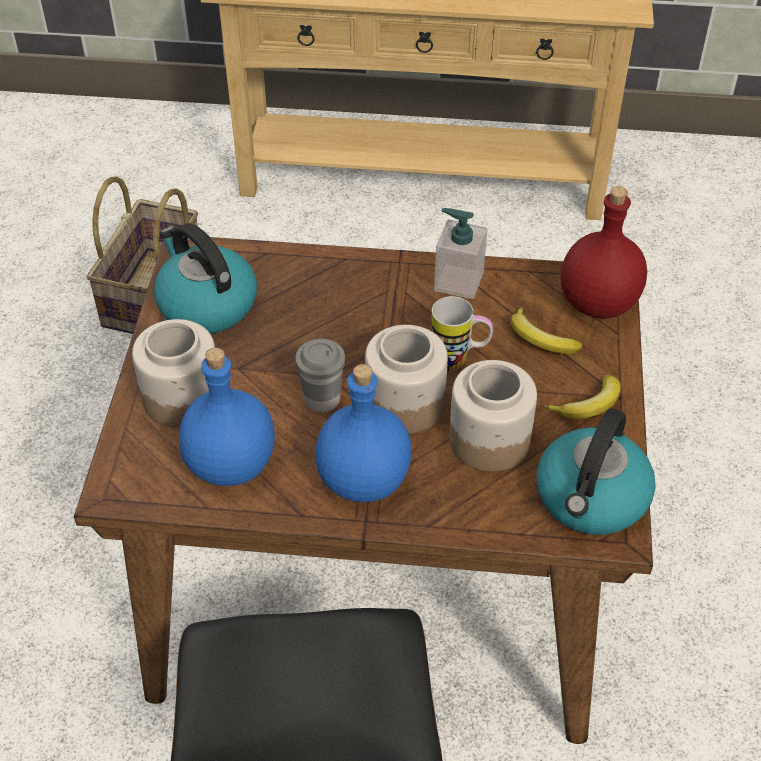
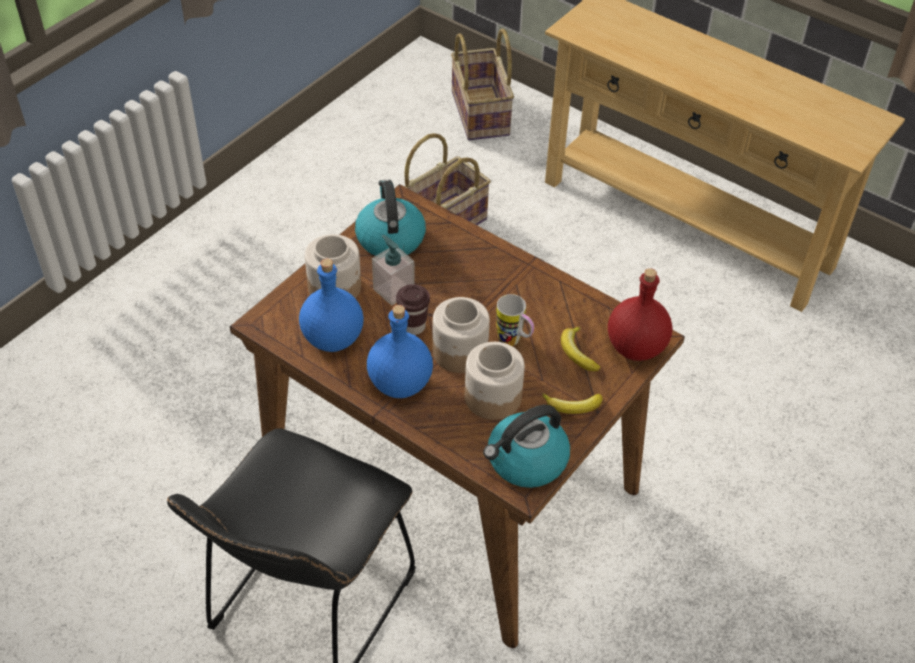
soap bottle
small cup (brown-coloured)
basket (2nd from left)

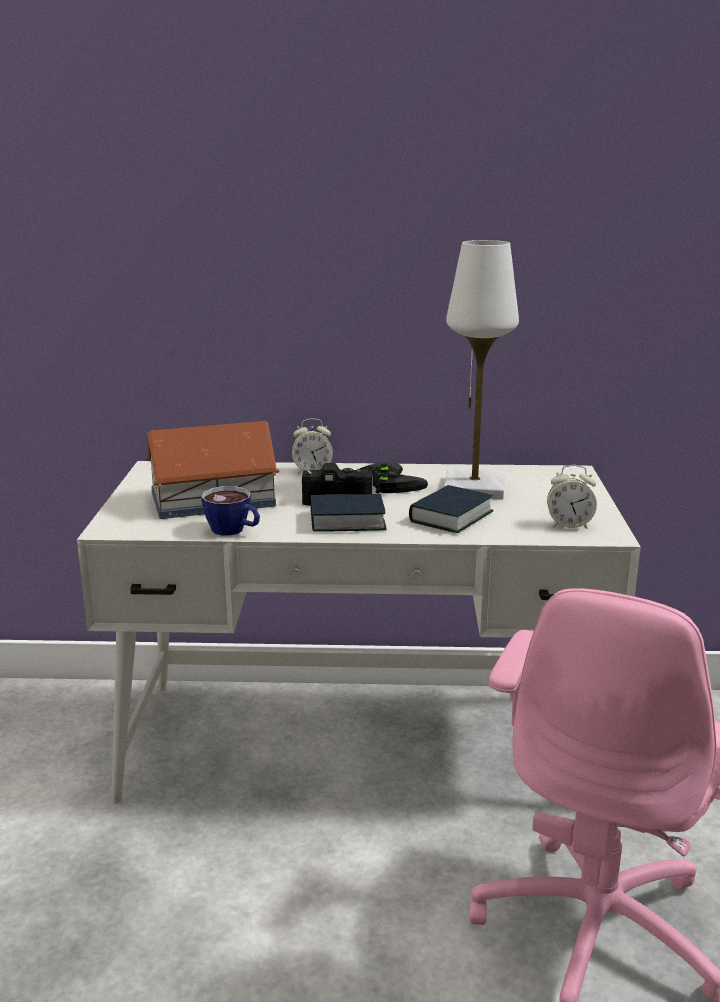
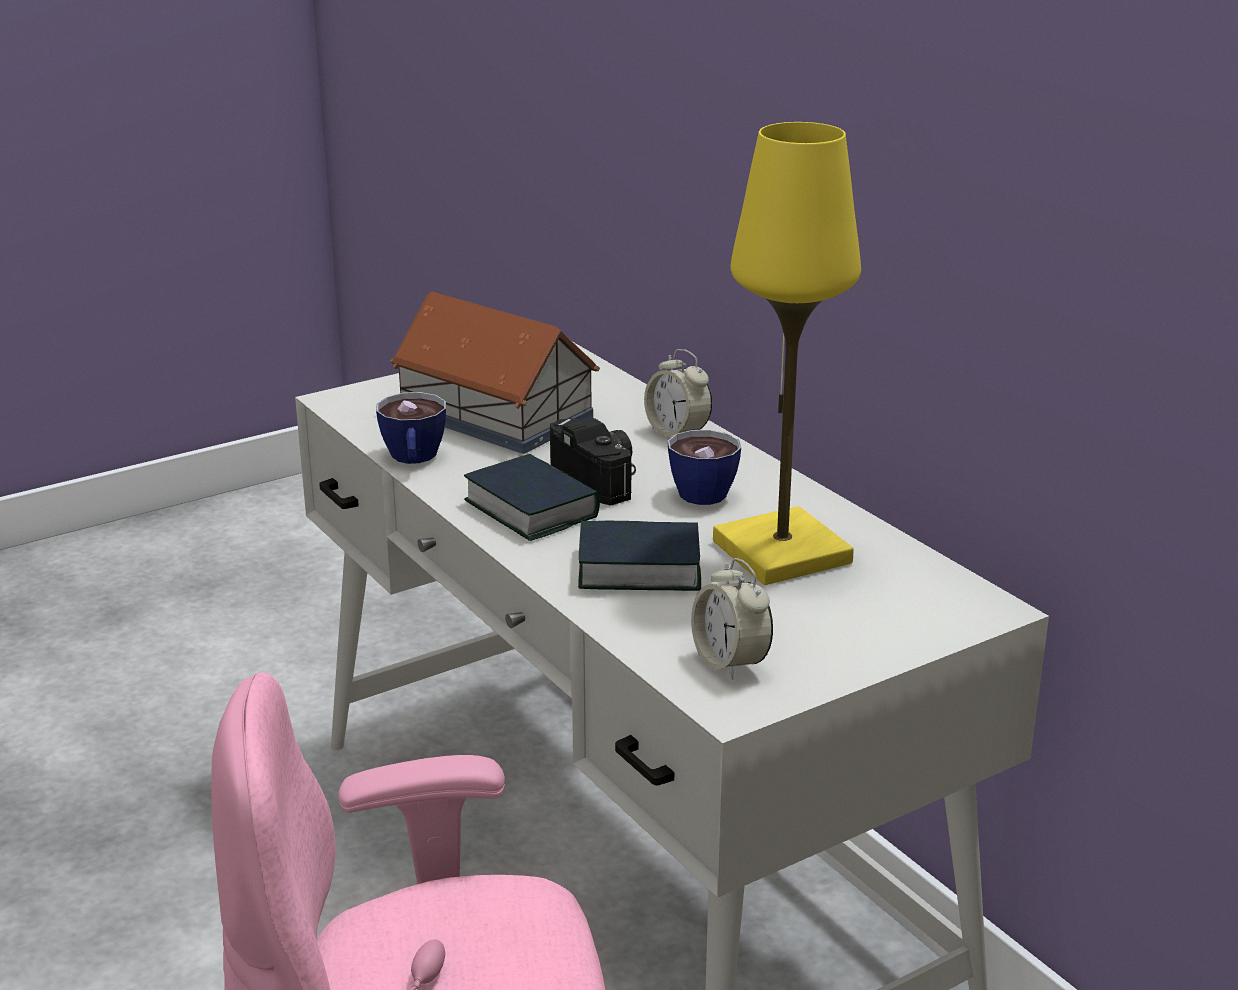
tabletop lamp (yellow-coloured)
small cup (2nd from left)

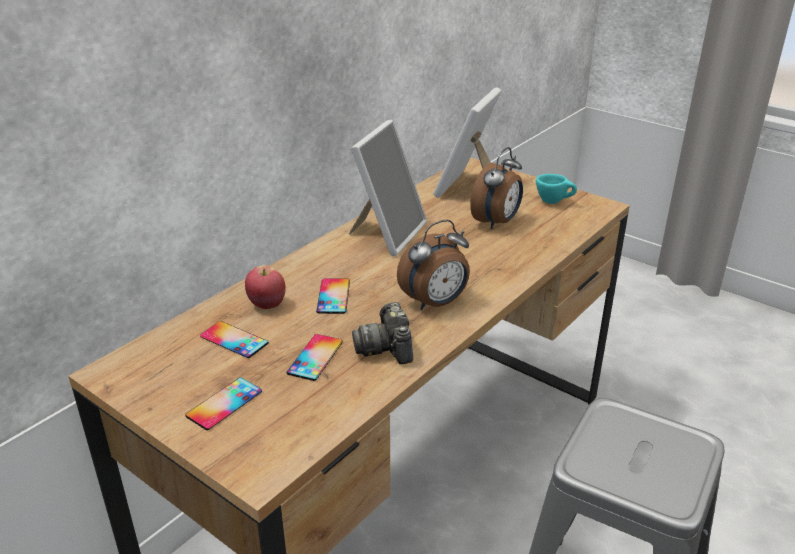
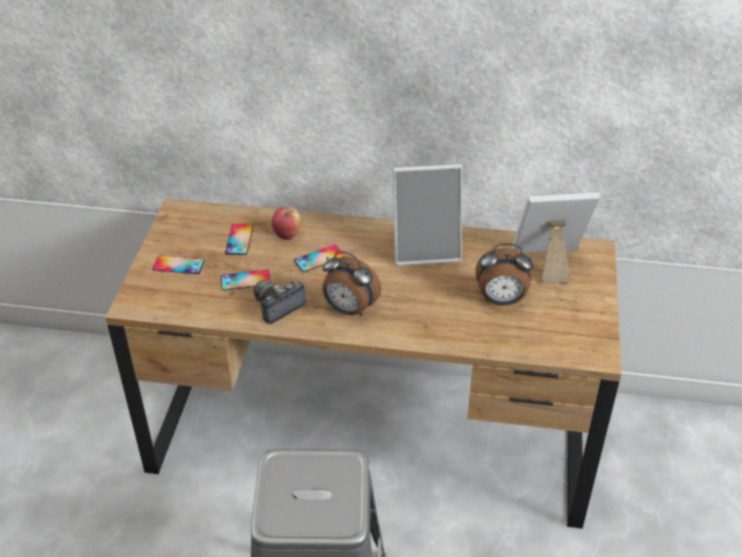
small cup (turquoise-coloured)

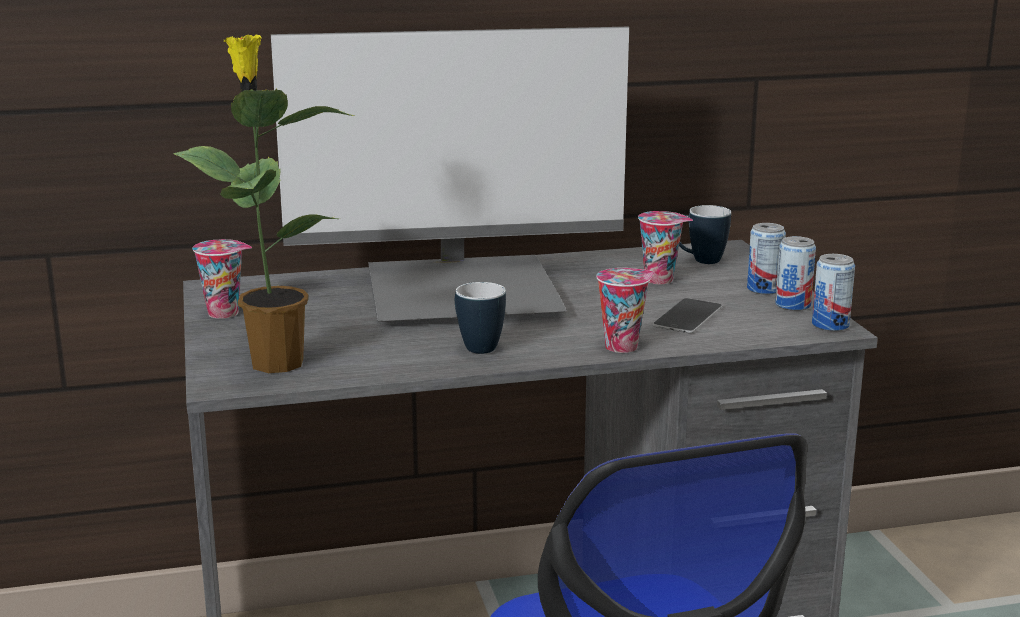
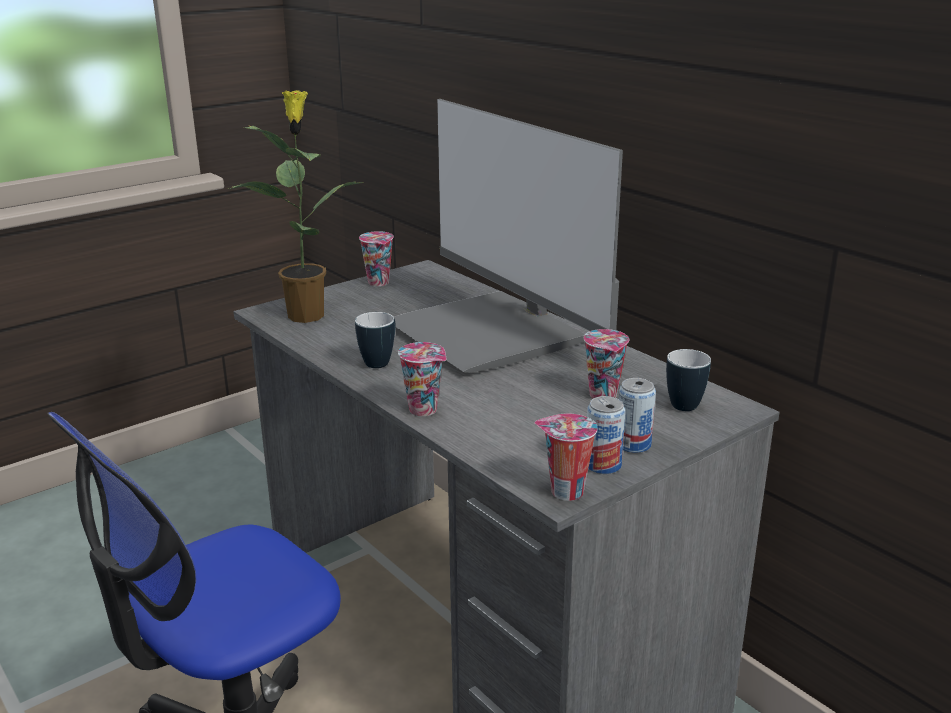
small cup (3rd from left)
phone

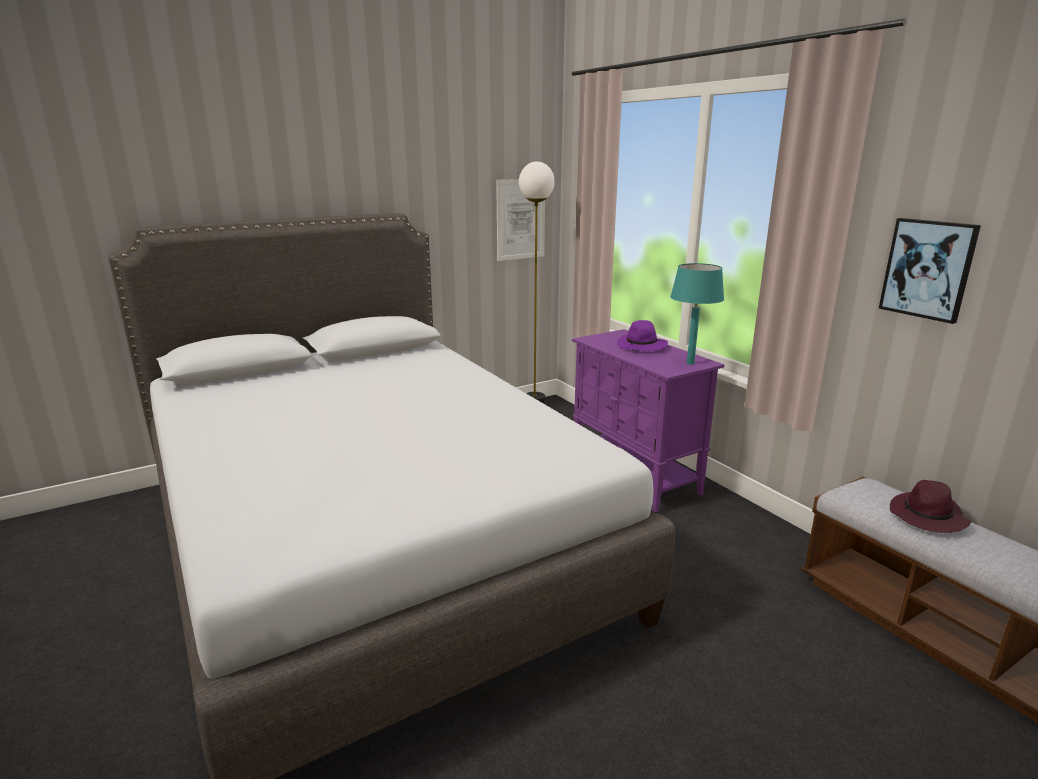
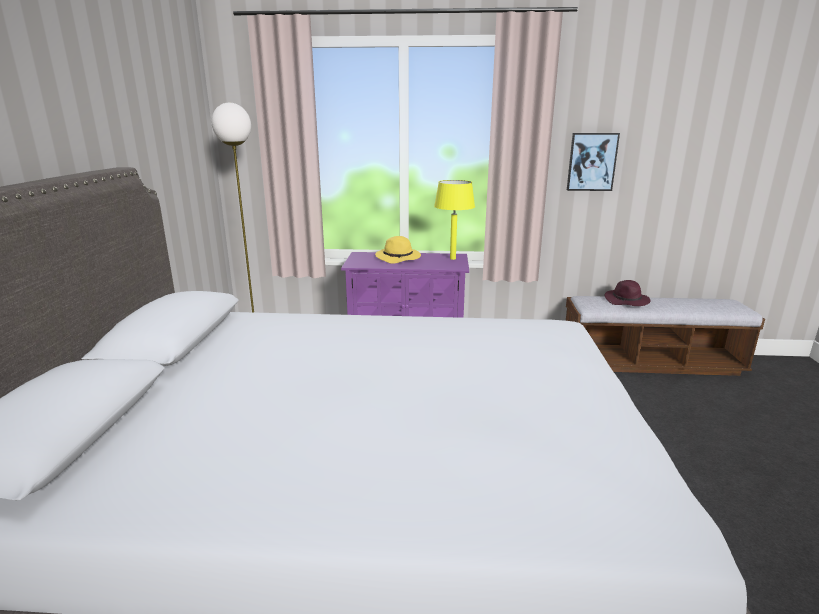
picture (1st from left in the first image)
tabletop lamp (yellow-coloured)
wearable hat (yellow-coloured)

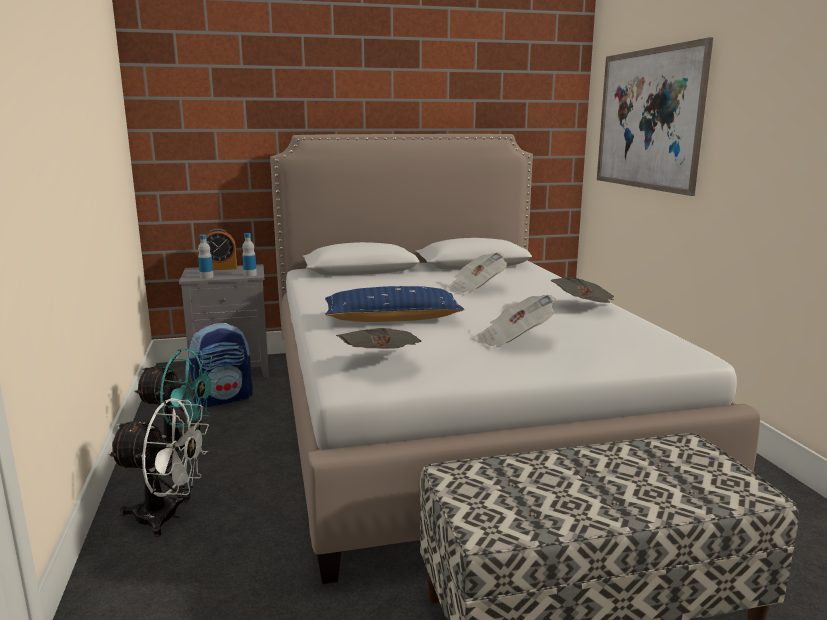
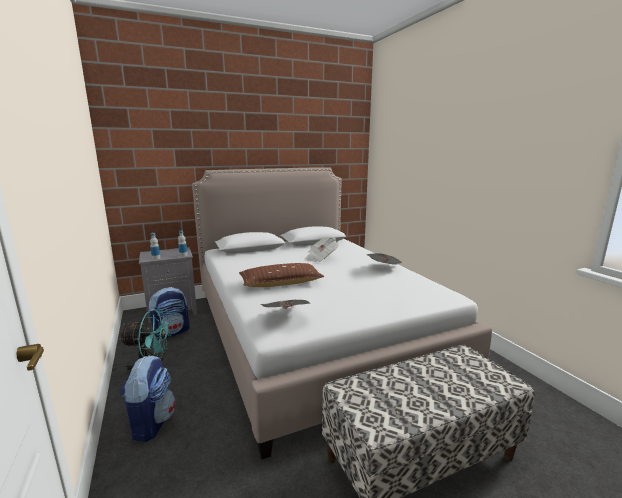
picture
table clock
cushion (brown-coloured)
newspaper (3rd from left in the first image)
knapsack (1st from left)

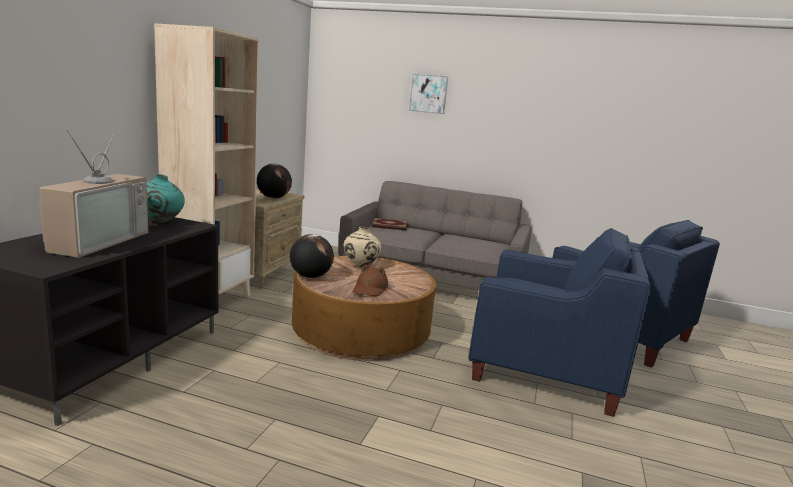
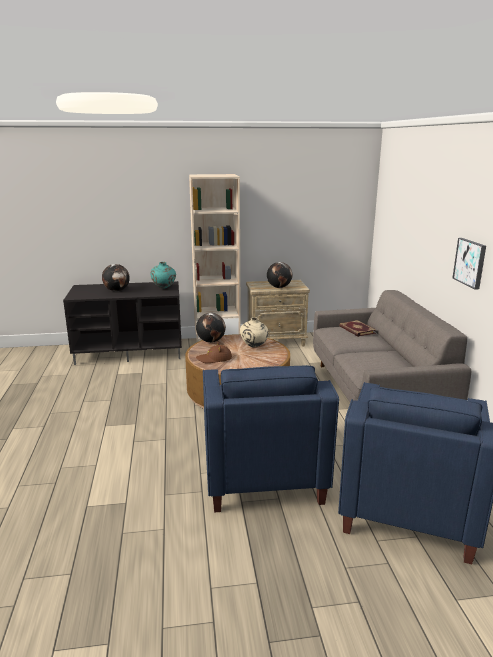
picture
world globe (1st from left)

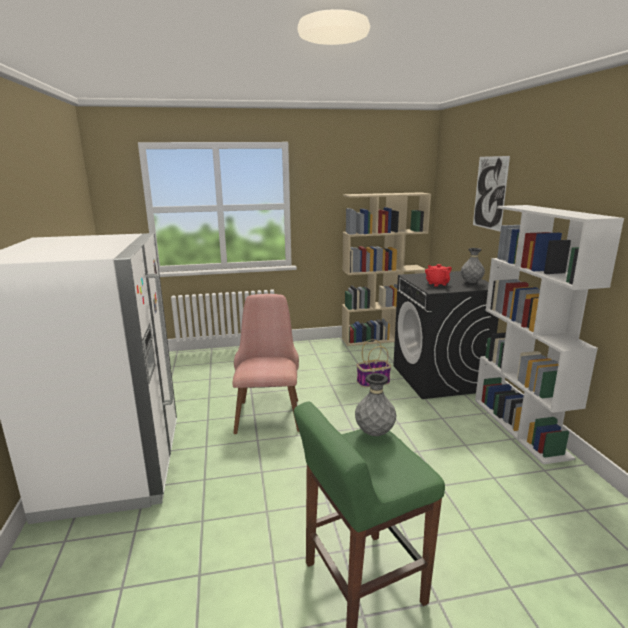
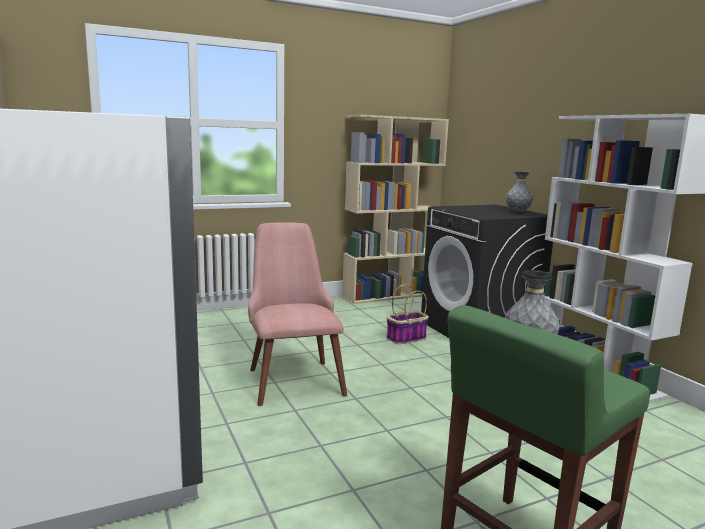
picture
teapot (red)

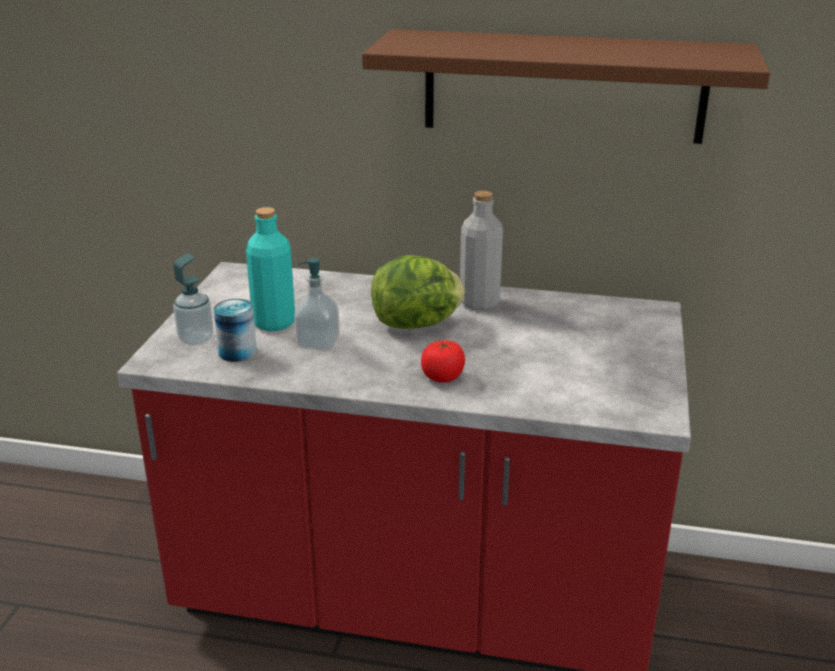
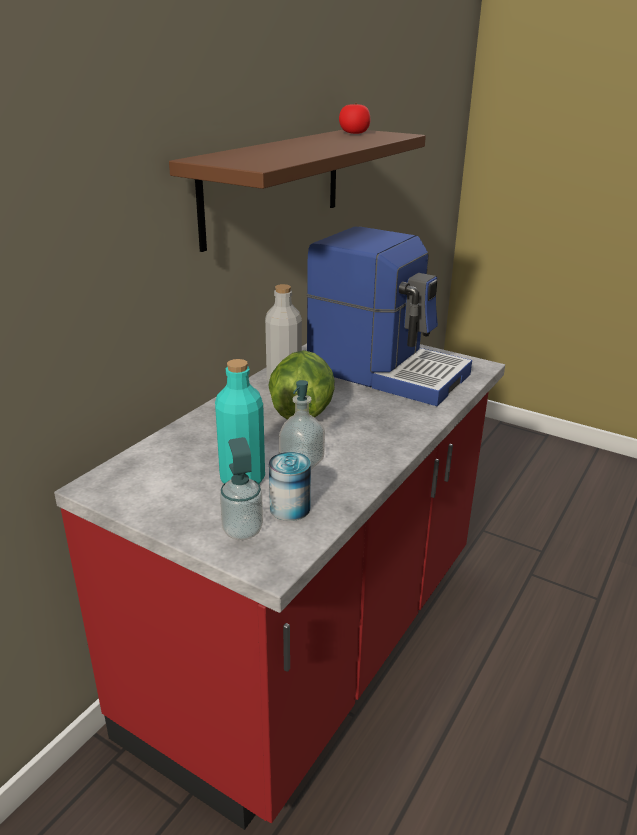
whole tomato
coffee machine

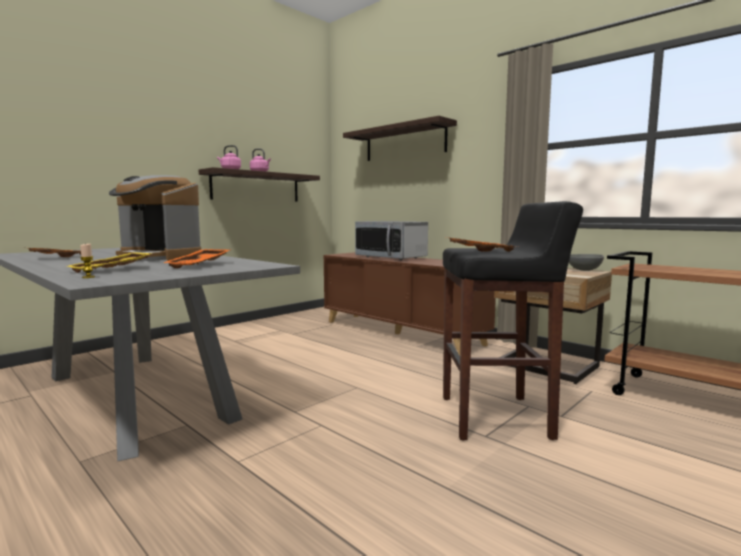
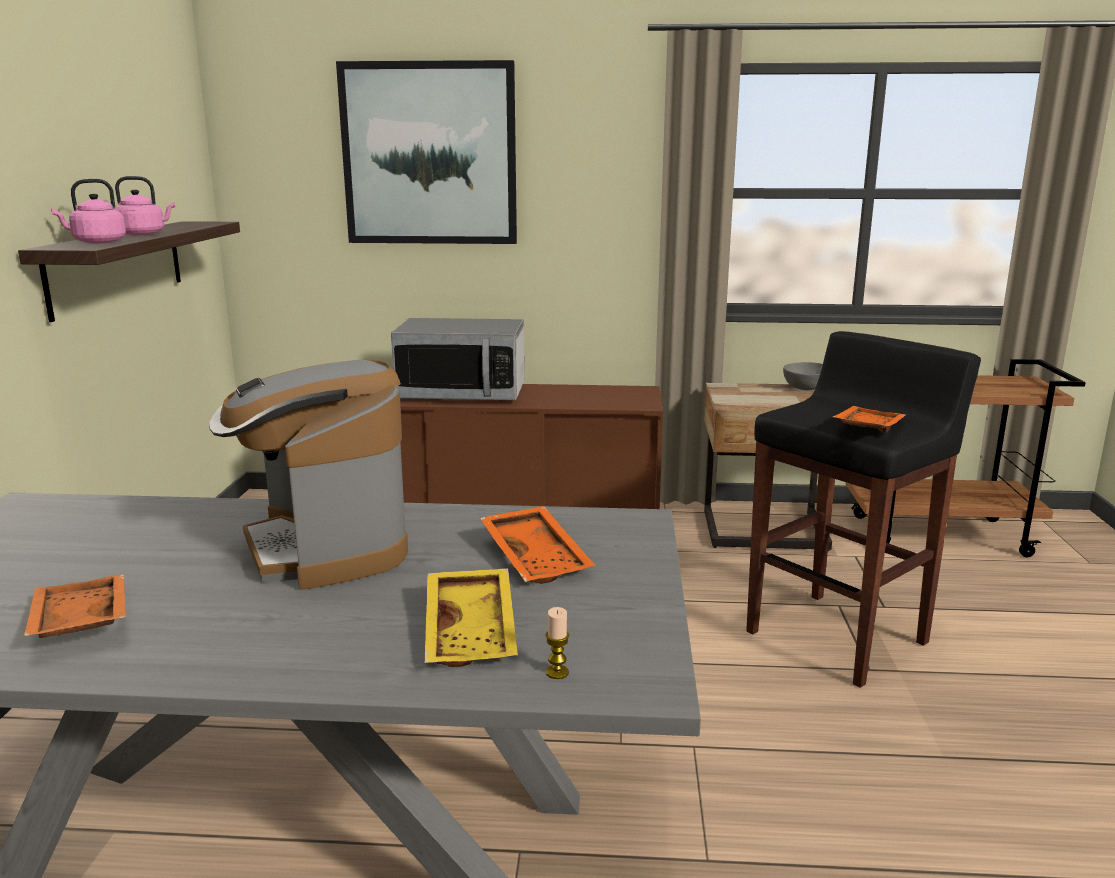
picture
coffee machine

